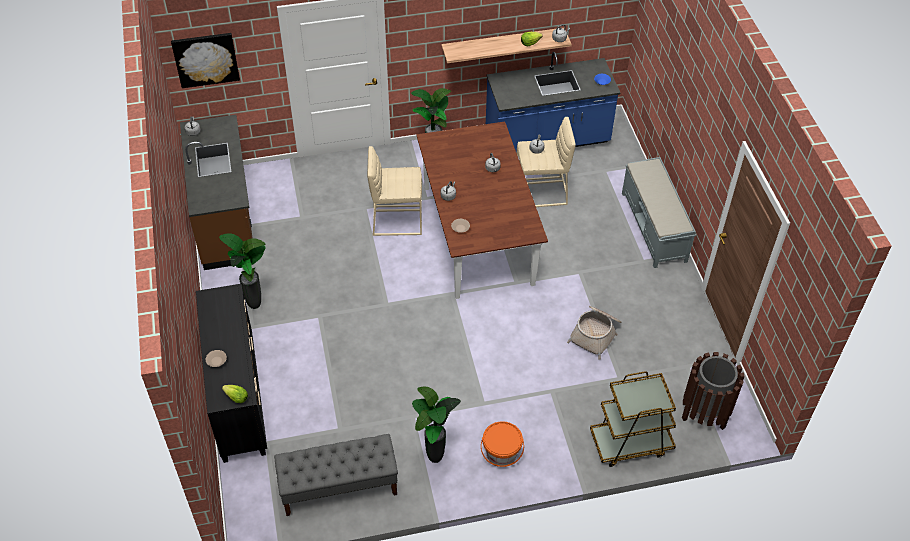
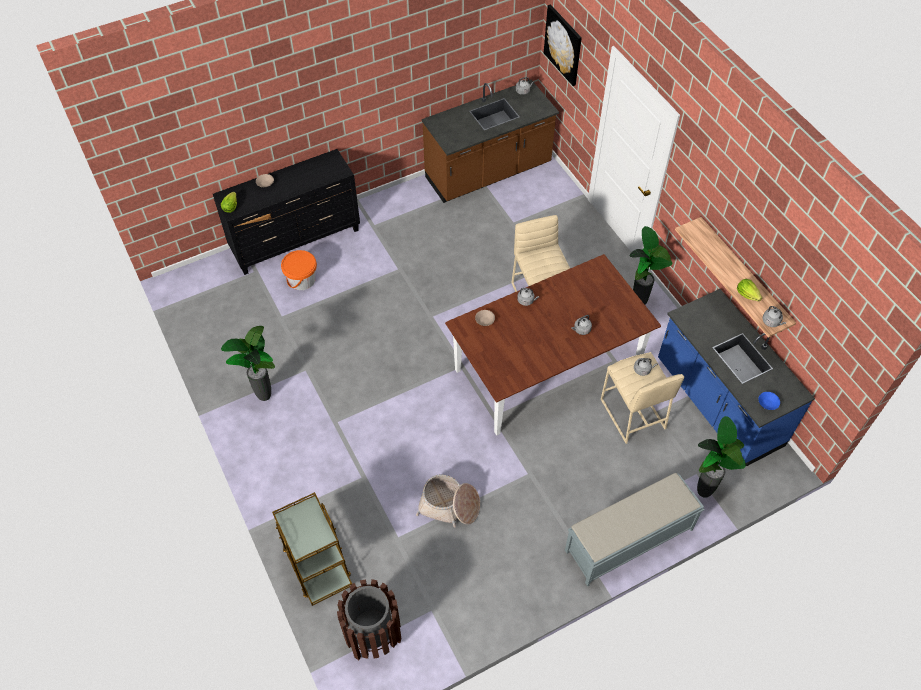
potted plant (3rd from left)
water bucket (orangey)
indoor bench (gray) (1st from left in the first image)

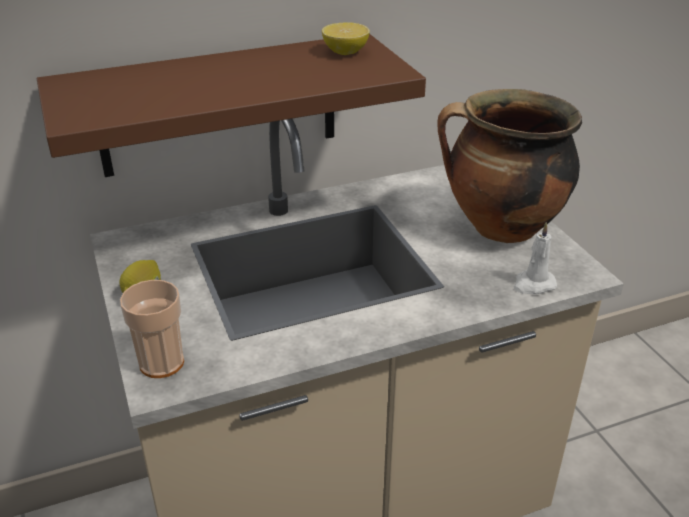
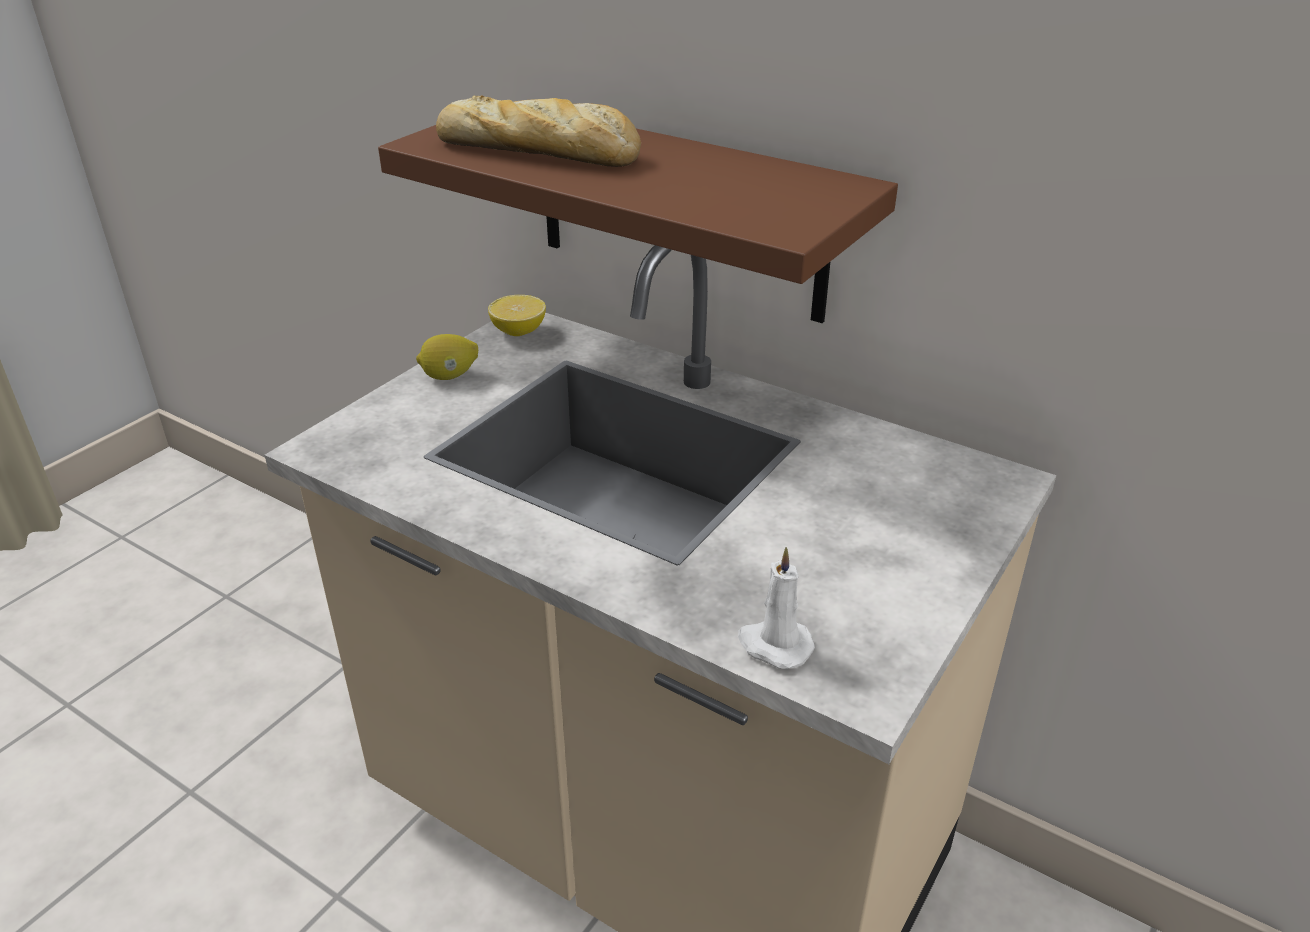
whole lemon (2nd from left)
cooking pot
small cup
bakery bread

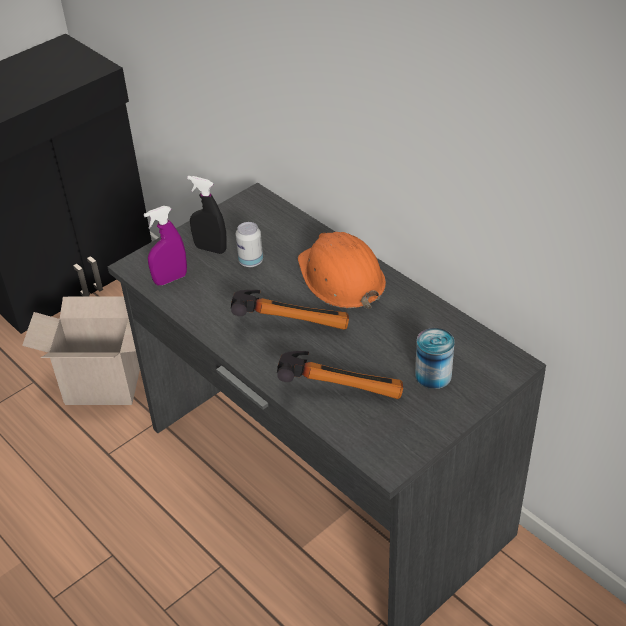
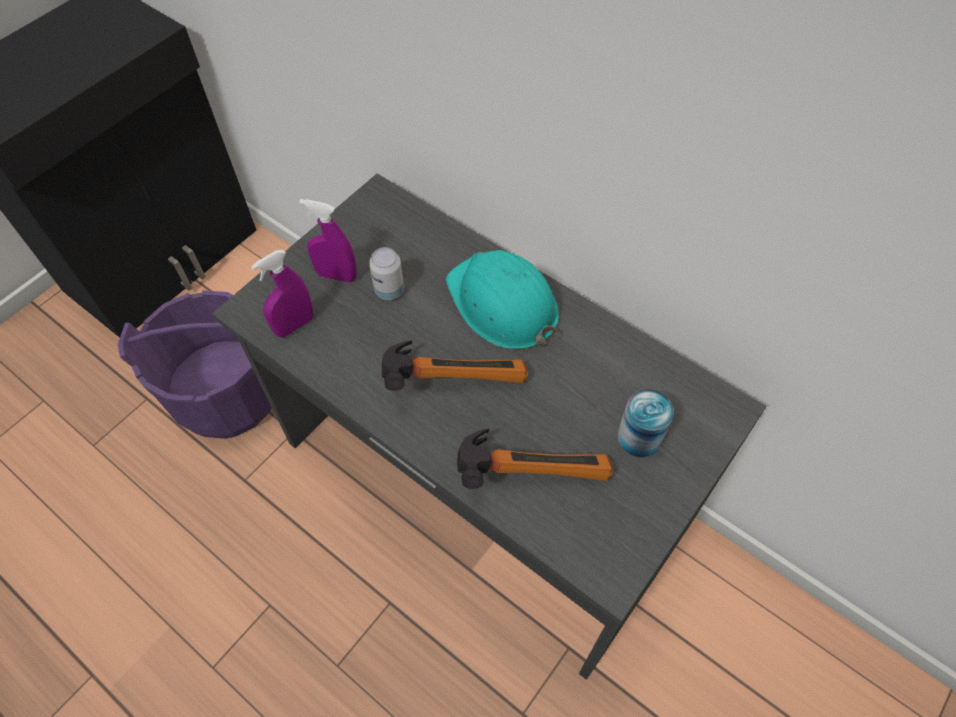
sprayer (purplish) (2nd from left)
safety helmet (turquoise-coloured)
water bucket (purplish)

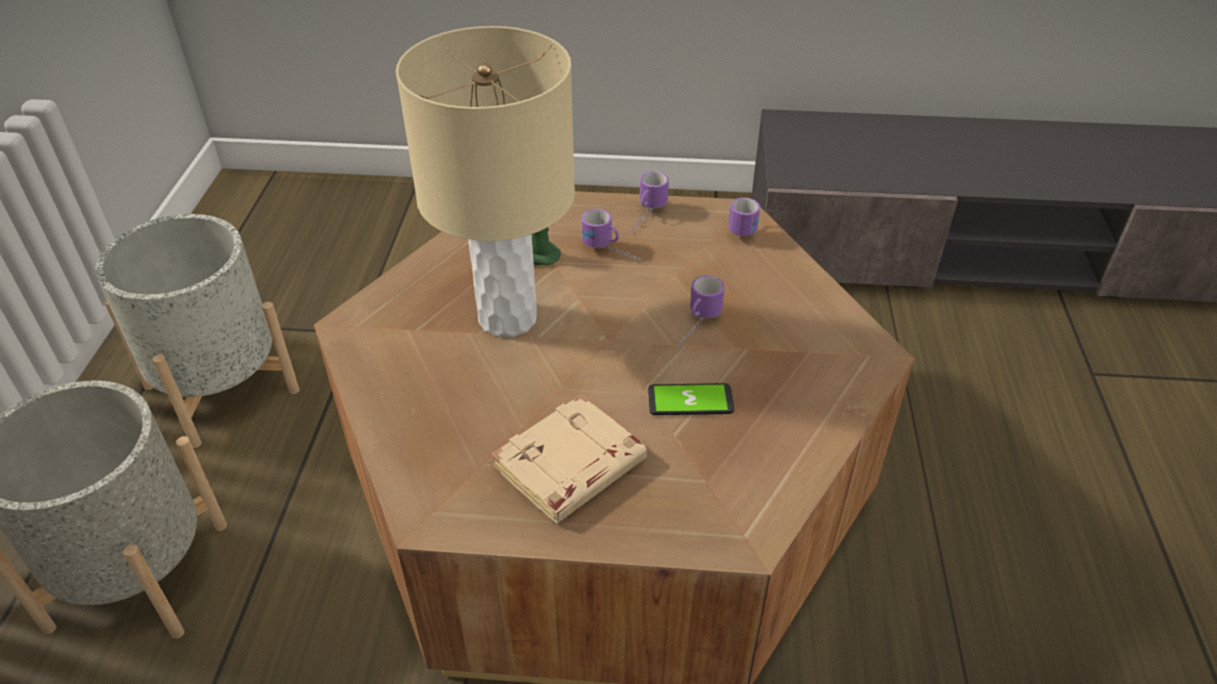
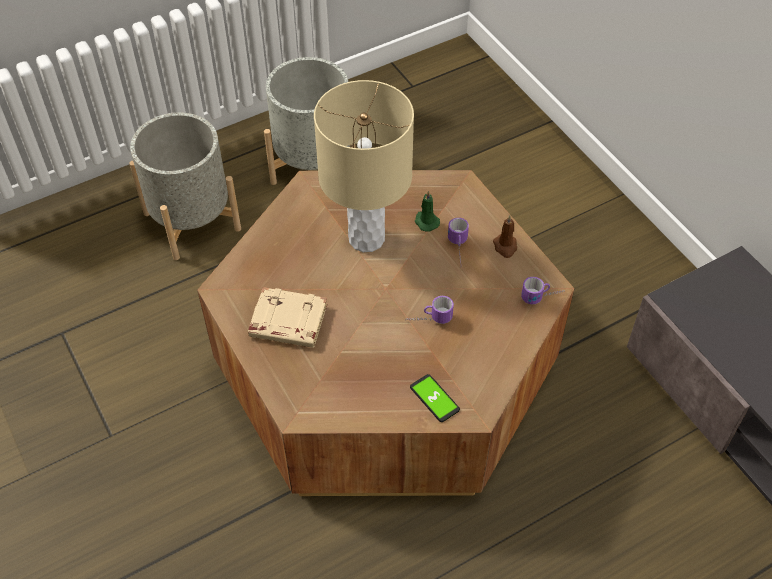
wax light (brown-coloured)
phone

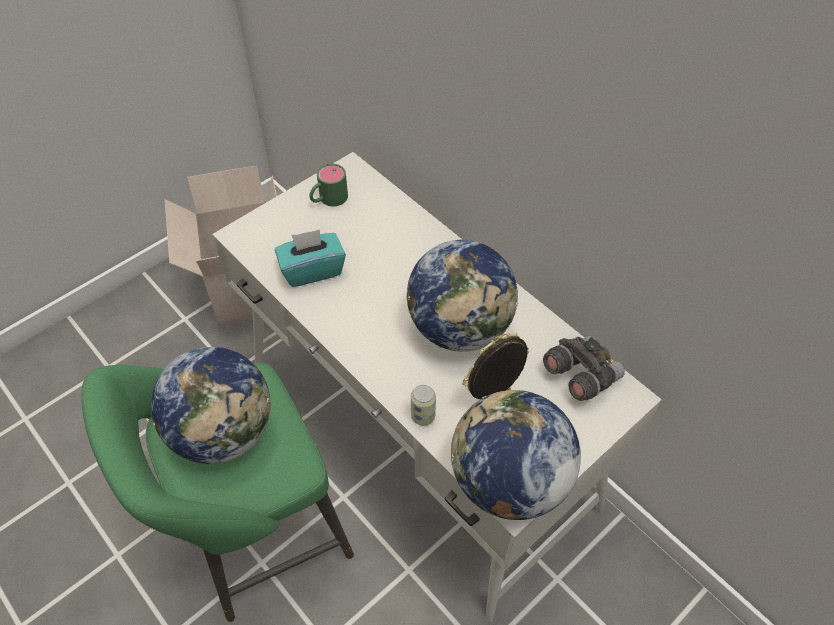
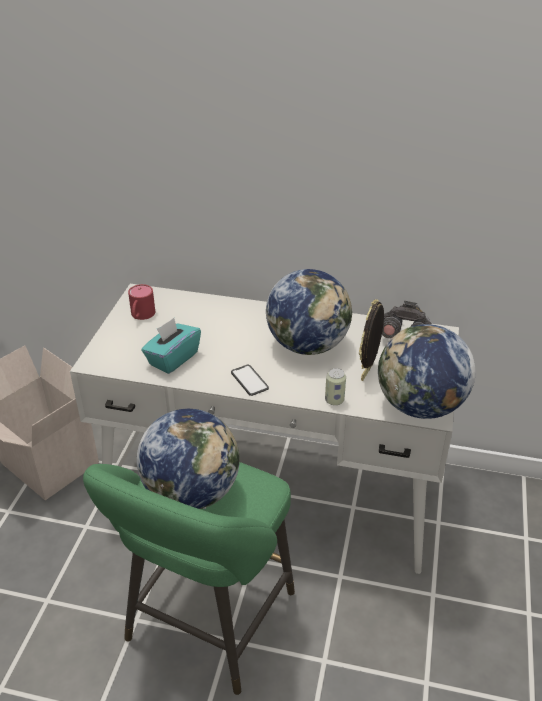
tea mug (red)
phone

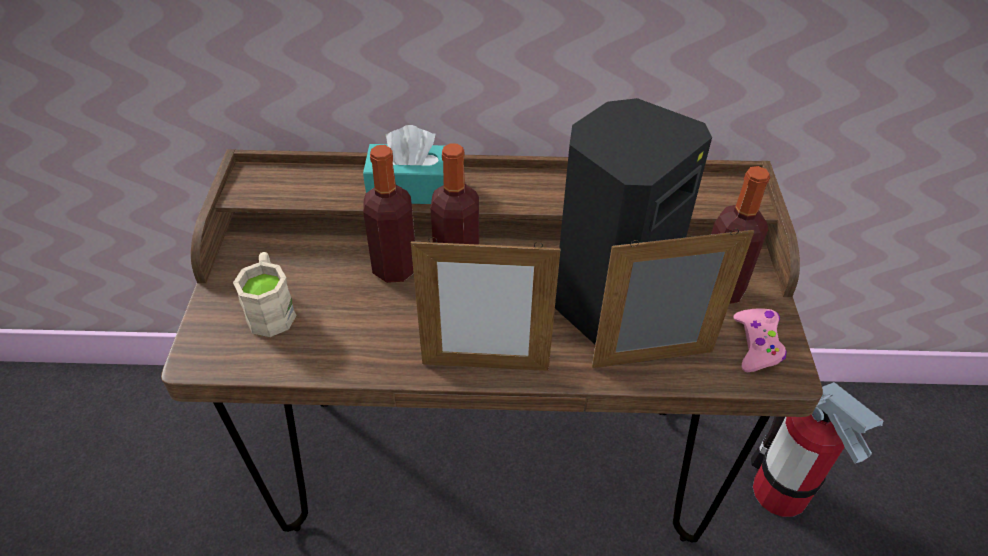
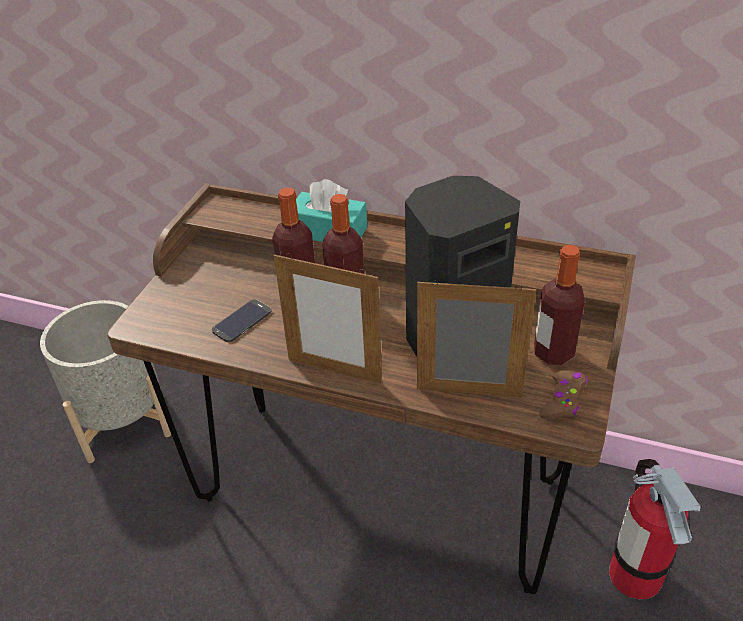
tea mug (beige)
game controller (brown-coloured)
phone
planter (gray)

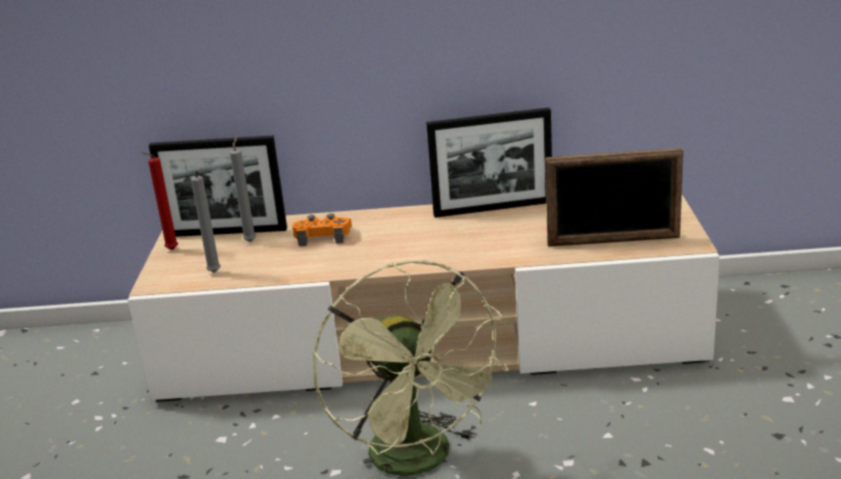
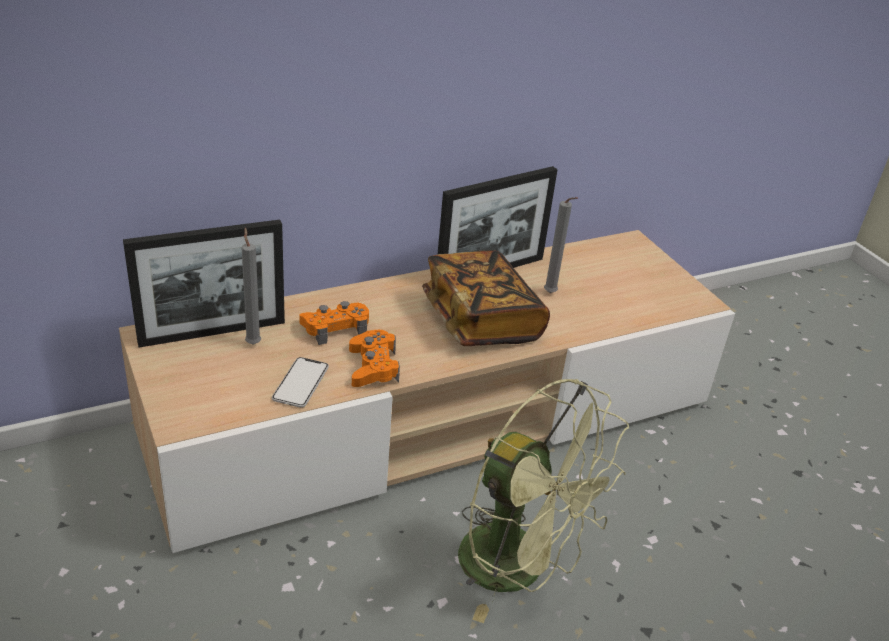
picture frame (3rd from left in the first image)
wax light (red)
wax light (gray) (2nd from left)
book
game controller (orangey) (2nd from left)
phone

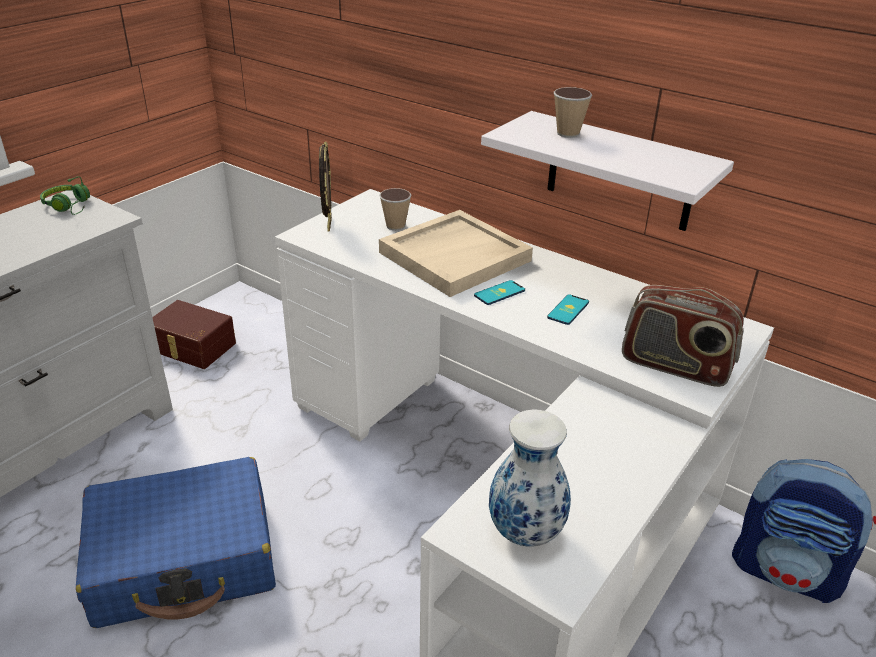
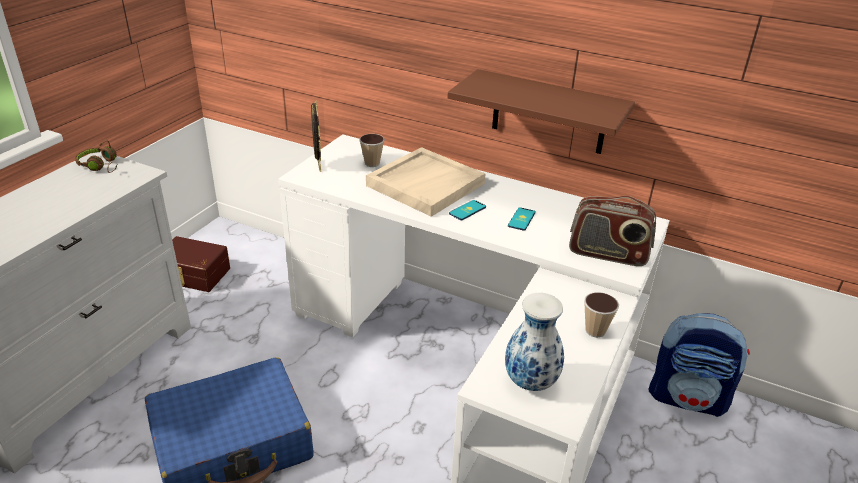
small cup (2nd from left)
wall shelf (brown-coloured)
pair of headphones (brown-coloured)

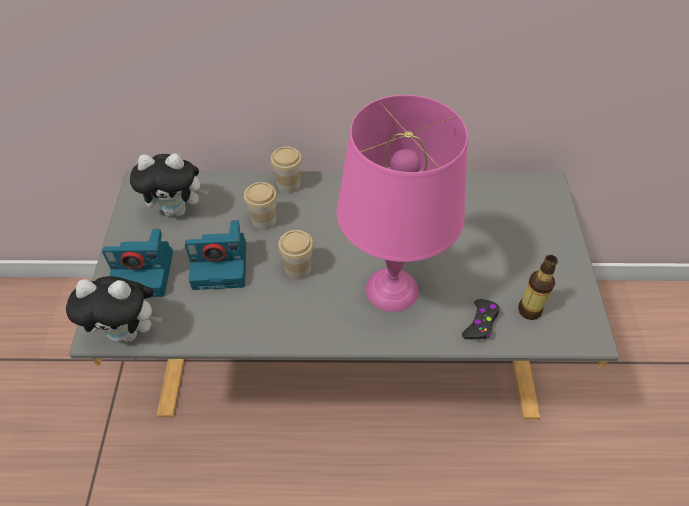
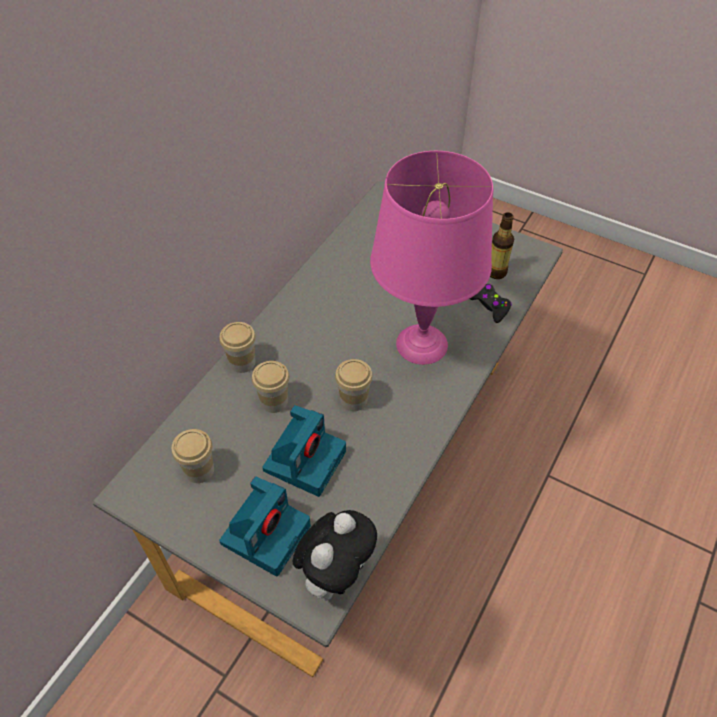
small cup (1st from left)

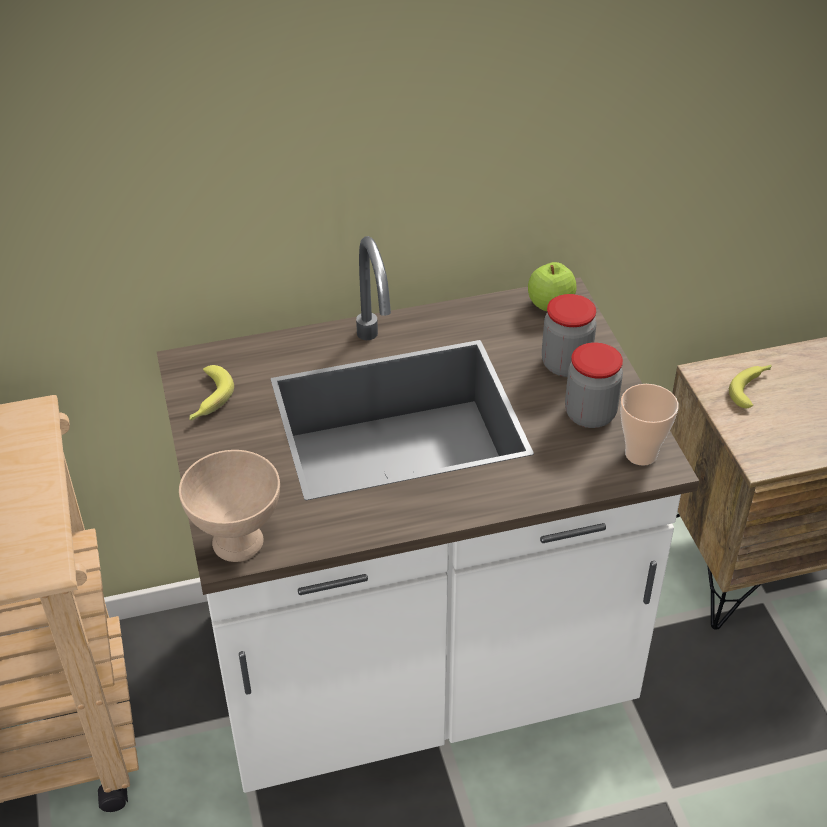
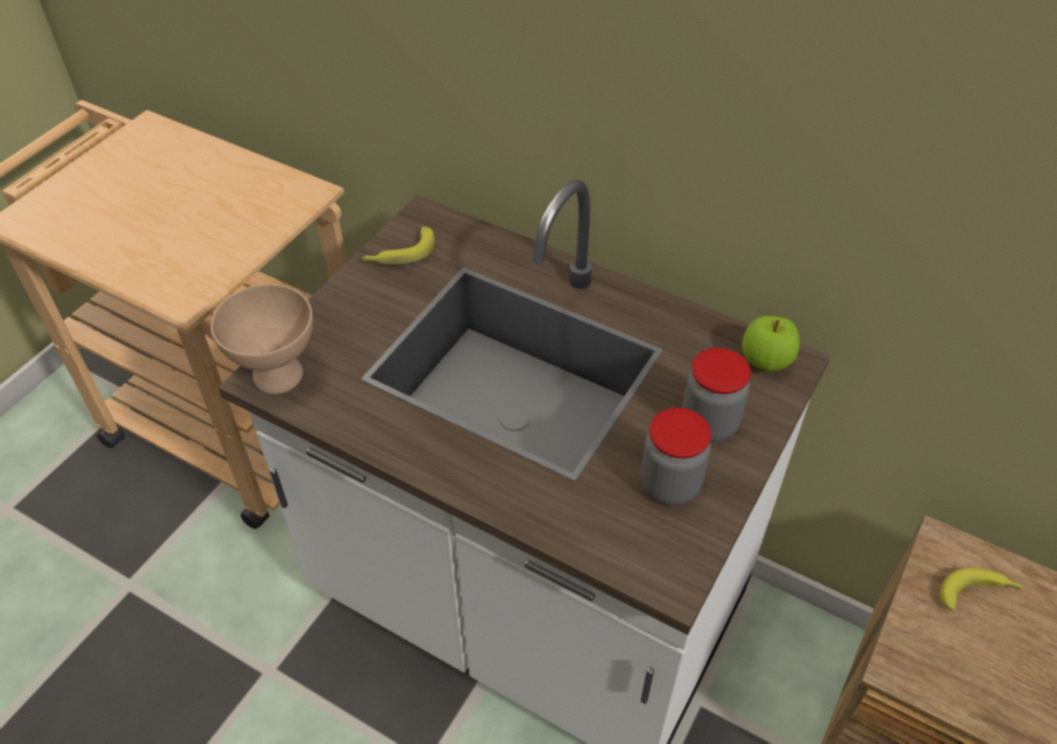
small cup

